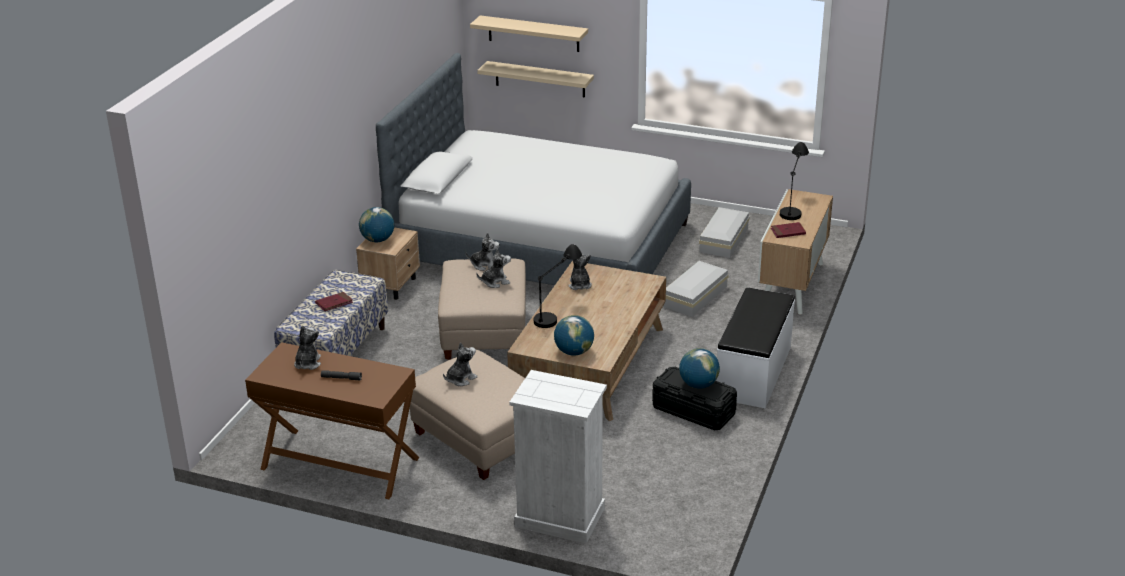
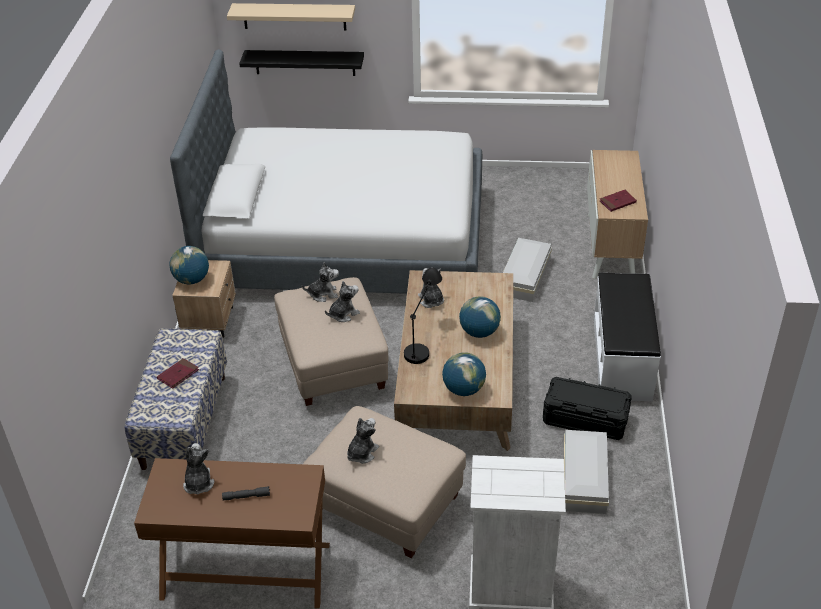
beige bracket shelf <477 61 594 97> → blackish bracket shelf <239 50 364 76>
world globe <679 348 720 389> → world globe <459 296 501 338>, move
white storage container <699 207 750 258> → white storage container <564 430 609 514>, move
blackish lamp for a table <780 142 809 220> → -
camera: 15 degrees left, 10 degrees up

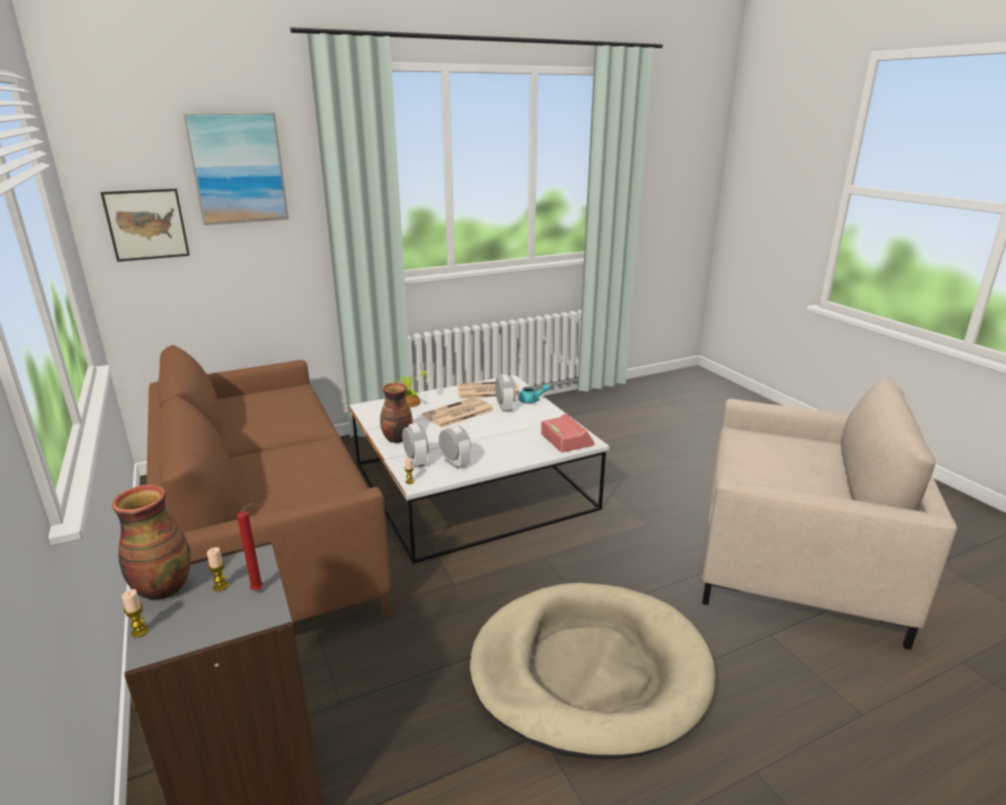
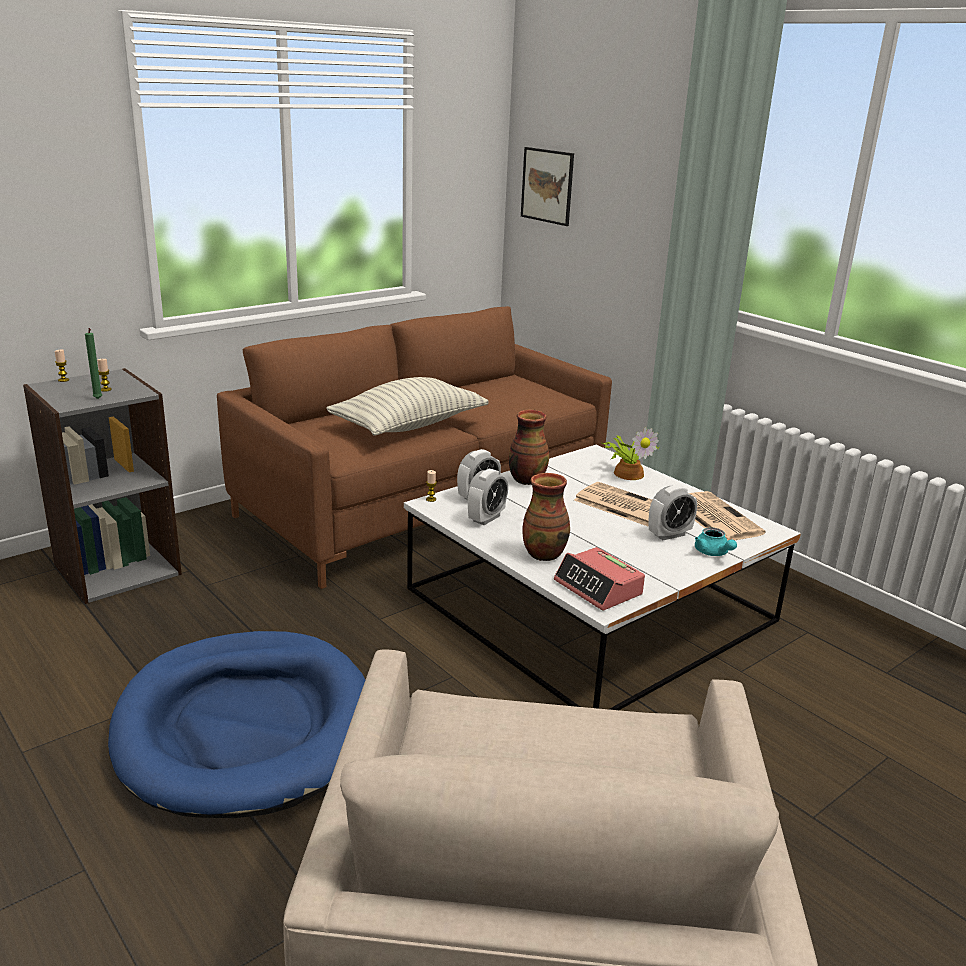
red candle <237 503 263 591> → green candle <85 328 102 399>
beige dog bed <470 583 715 760> → blue dog bed <108 631 365 818>
- → pillow <326 377 489 436>
decorative vase <112 485 190 600> → decorative vase <522 473 570 561>, move
bedside clock <541 413 595 452> → bedside clock <554 547 645 611>, 90 degrees clockwise
wall picture <183 113 289 225> → -
camera: 75 degrees right, 0 degrees up

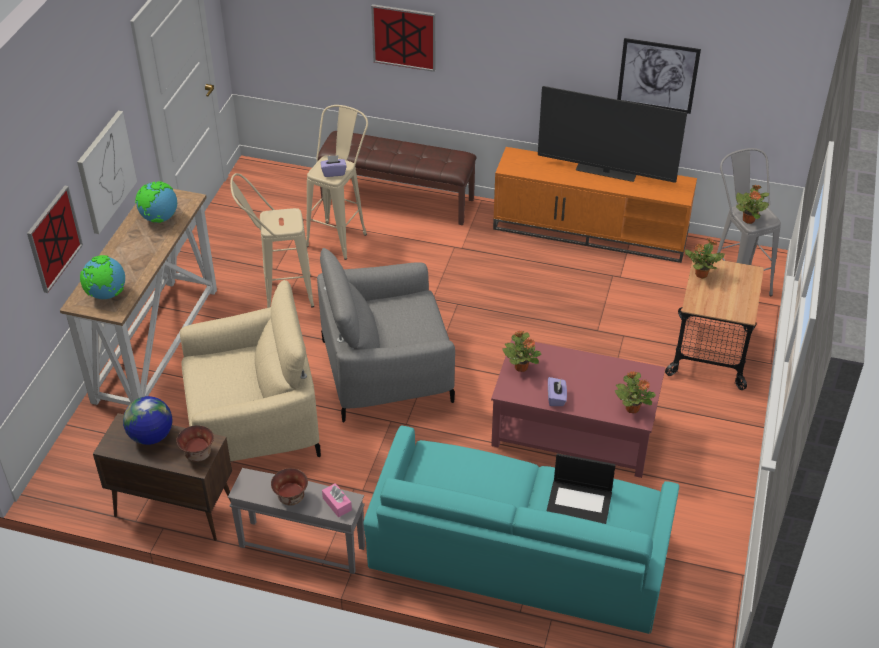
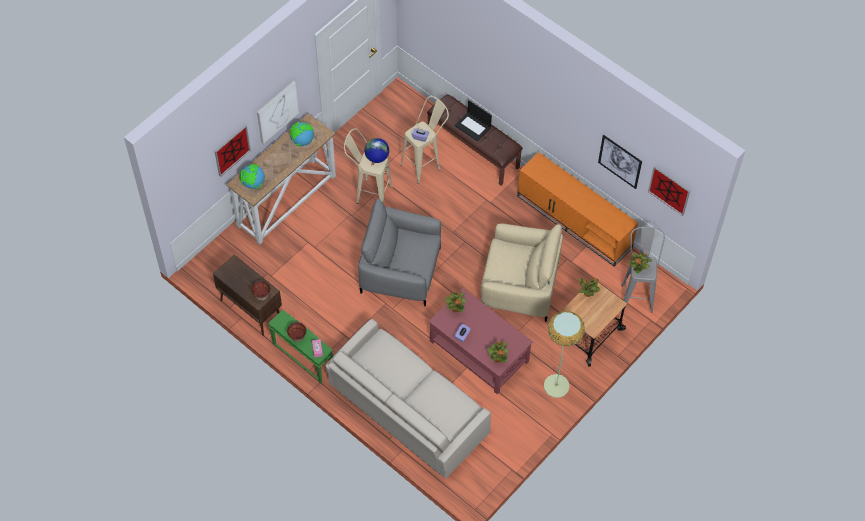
greyish accent table <228 468 365 574> → green accent table <268 310 333 384>
turquoise-coloured couch <363 426 679 634> → beige couch <325 319 491 478>
world globe <123 396 173 445> → world globe <364 138 389 163>, move
portable computer <547 453 616 524> → portable computer <455 100 492 141>, move
beige easy chair <180 280 321 461> → beige easy chair <481 224 563 322>, move
- → standard lamp <544 311 585 398>
wall picture <371 4 435 72> → wall picture <648 166 691 216>, move
TV <538 86 687 183> → -
camera: 25 degrees right, 15 degrees up

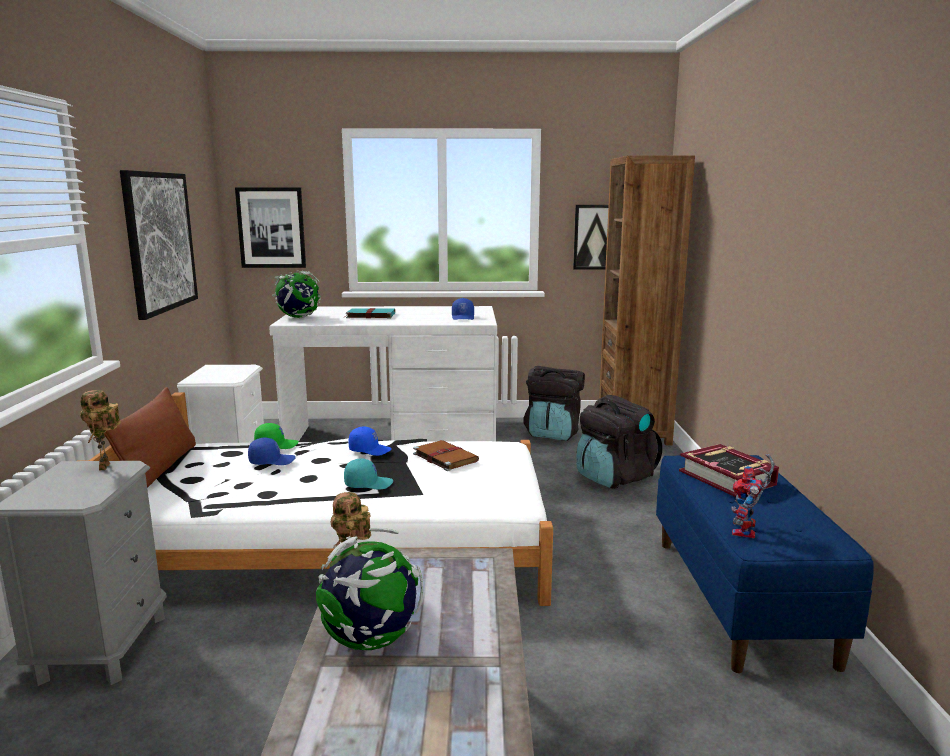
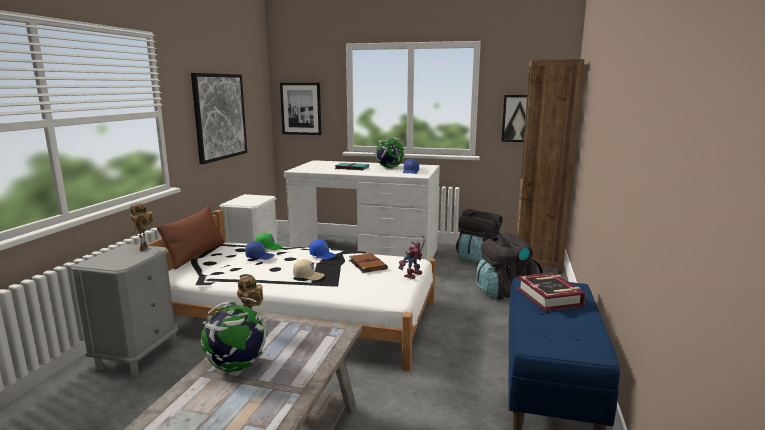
turquoise-coloured baseball cap <344 458 393 490> → beige baseball cap <293 259 324 280>
world globe <272 271 321 318> → world globe <374 137 405 168>, move
model robot <731 454 775 539> → model robot <398 235 425 279>, move
camera: 15 degrees right, 0 degrees up

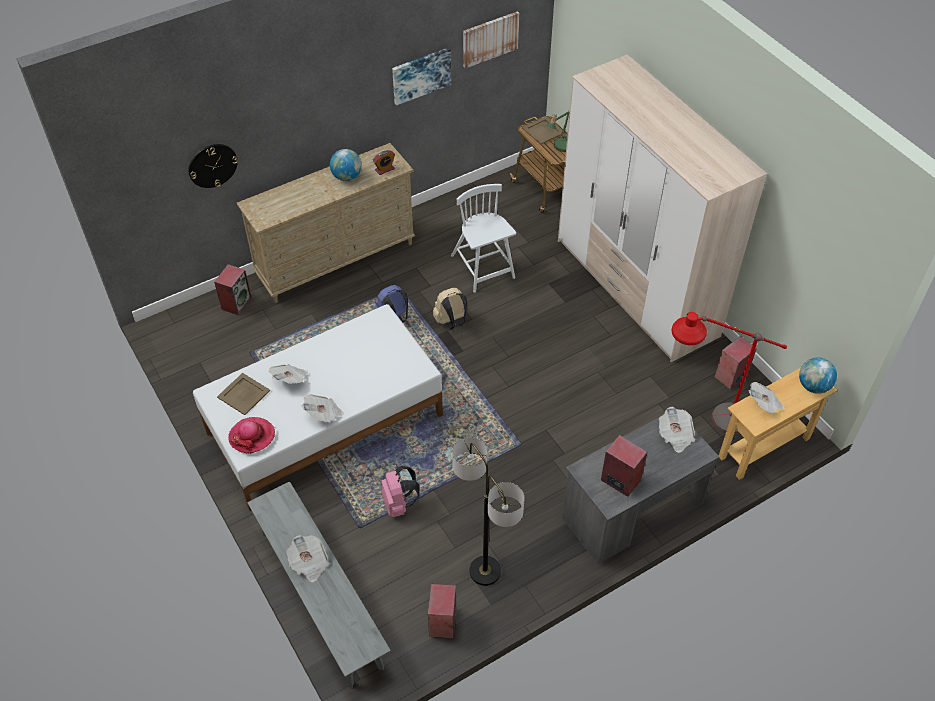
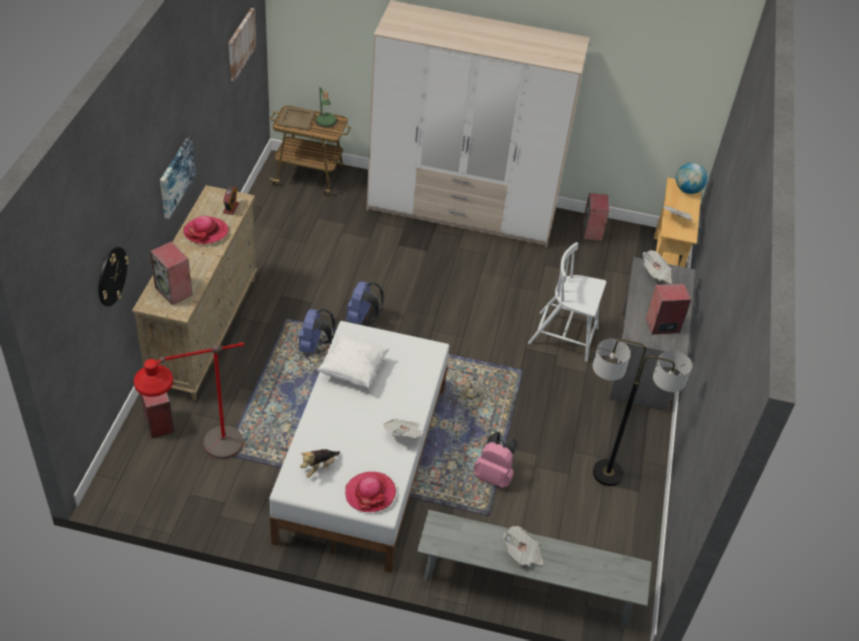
red standard lamp <672 312 787 434> → red standard lamp <134 342 244 459>, move
speaker <428 584 456 639> → speaker <150 242 192 305>, move
wall picture <392 48 451 105> → wall picture <160 136 196 219>, move
world globe <330 149 362 181> → clothing hat <183 216 228 244>
beige tray <217 373 270 415> → cuddly toy <300 449 340 478>
- → white pillow <318 334 389 389>
beige knapsack <433 288 467 330> → blue knapsack <346 281 384 324>
white upright chair <451 184 516 293> → white upright chair <528 242 606 362>, move
daily paper <269 364 308 384> → -
camera: 50 degrees left, 5 degrees down

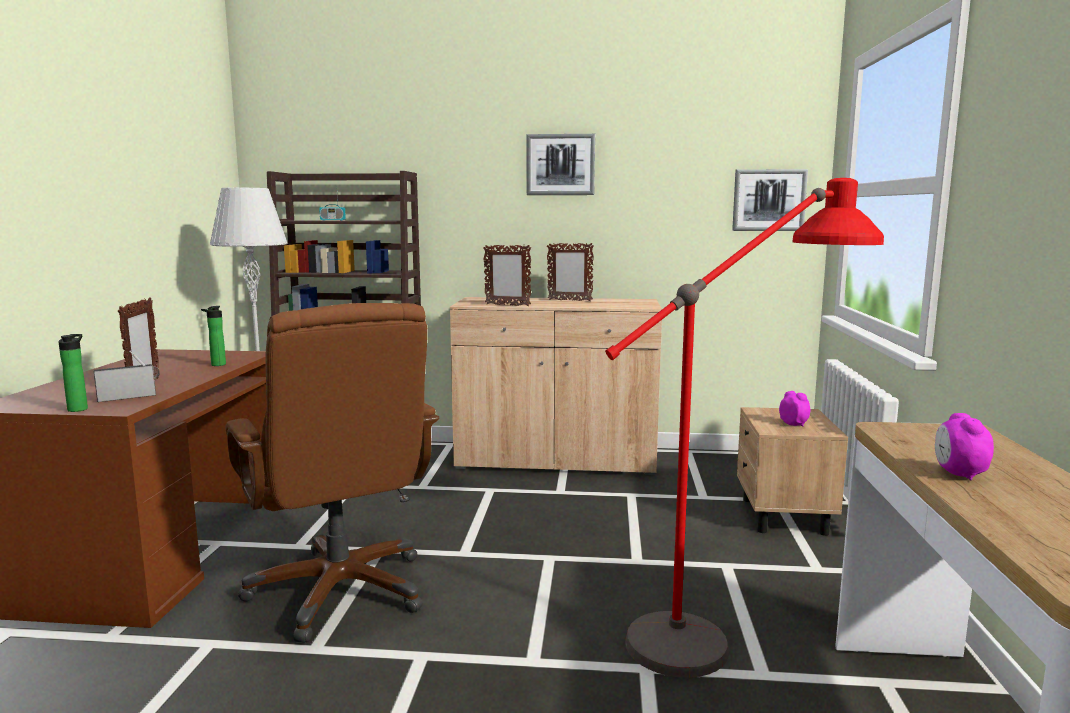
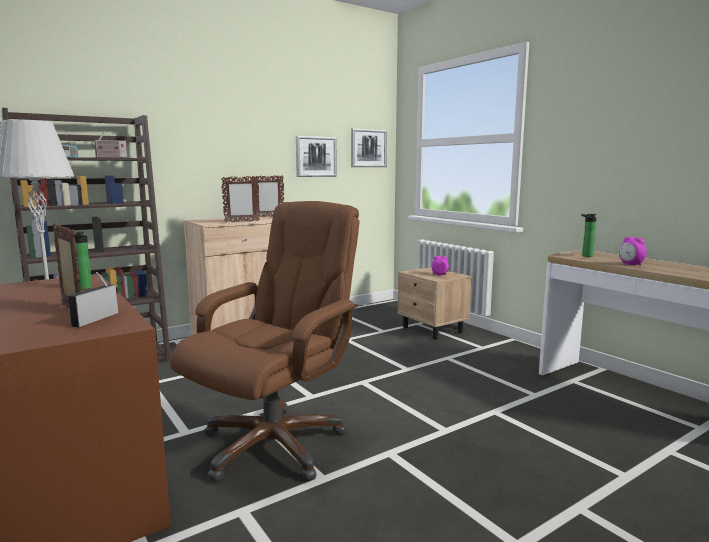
- → radio <91 131 128 158>
brown-coloured computer chair <225 303 439 643> → brown-coloured computer chair <170 201 360 482>, 75 degrees counterclockwise
wall picture <527 134 595 195> → wall picture <296 136 337 177>, move
drink bottle <58 334 88 412> → drink bottle <581 214 597 257>, move
red standard lamp <605 178 884 678> → -
camera: 40 degrees left, 0 degrees up

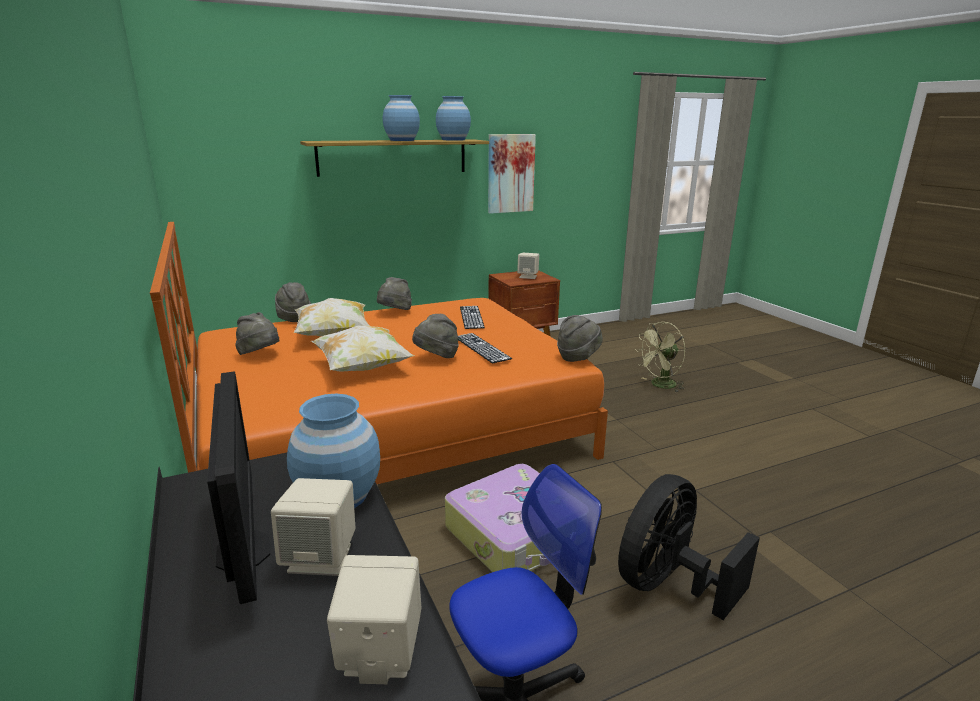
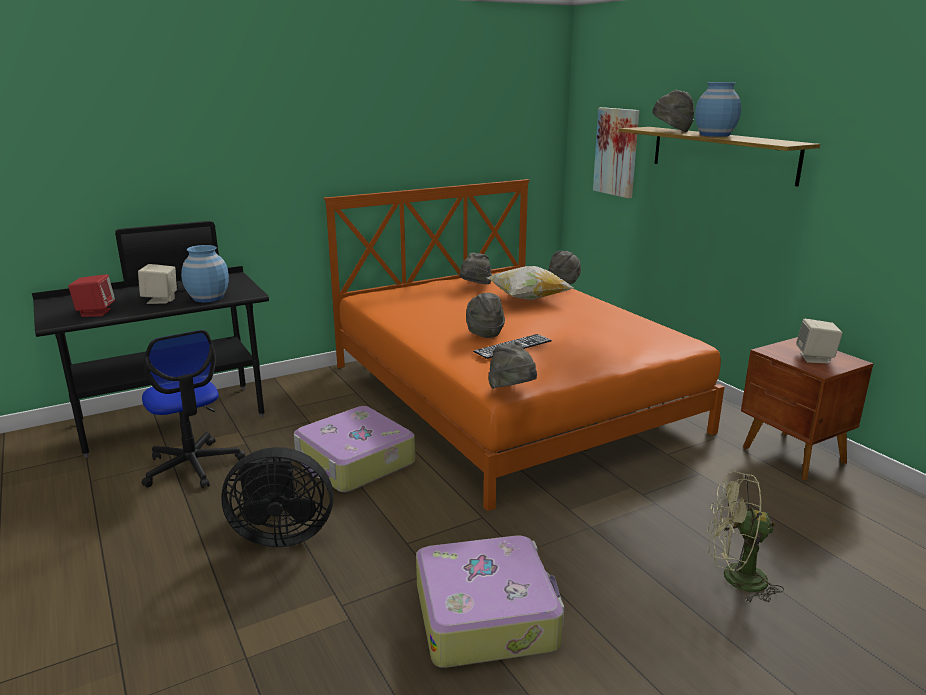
beige speaker <327 555 421 684> → red speaker <68 274 115 317>
blackish cooling fan <618 474 760 620> → blackish cooling fan <221 447 333 547>, 135 degrees clockwise
- → suitcase <416 536 565 668>
wall picture <488 134 536 214> → wall picture <593 107 640 198>, move
greyish clothing hat <377 277 412 310> → greyish clothing hat <652 90 694 132>, move
green cooling fan <635 322 685 392> → green cooling fan <707 471 784 603>, 45 degrees counterclockwise
pillow <311 326 414 371> → -
blue decorative vase <436 96 471 141> → -
PC keyboard <460 306 485 329> → -
camera: 85 degrees right, 0 degrees up

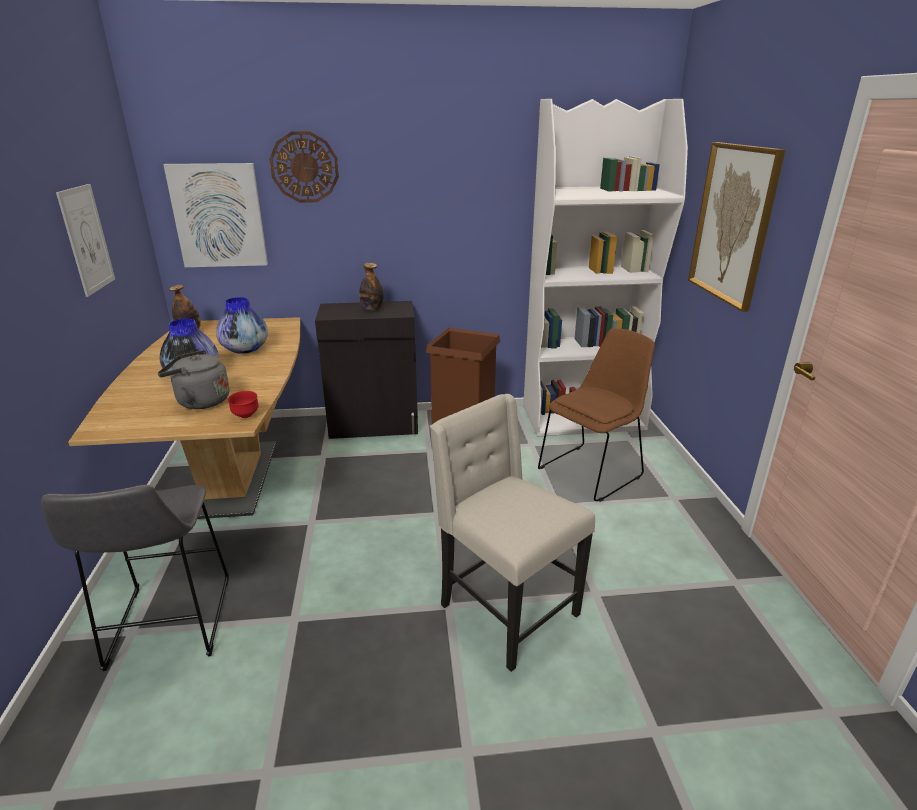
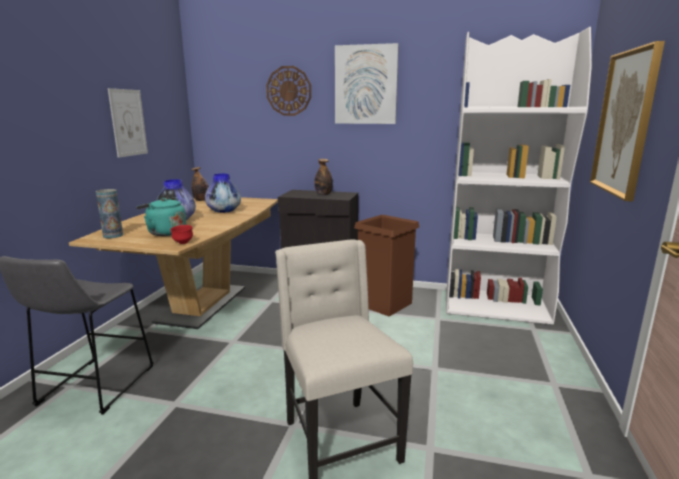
- → decorative vase <96 189 123 239>
greyish tea kettle <158 350 229 409> → turquoise-coloured tea kettle <136 197 186 236>
wall picture <163 163 268 267> → wall picture <335 43 399 124>, move
brown-coloured upright chair <538 328 655 502> → -
camera: 20 degrees right, 10 degrees down

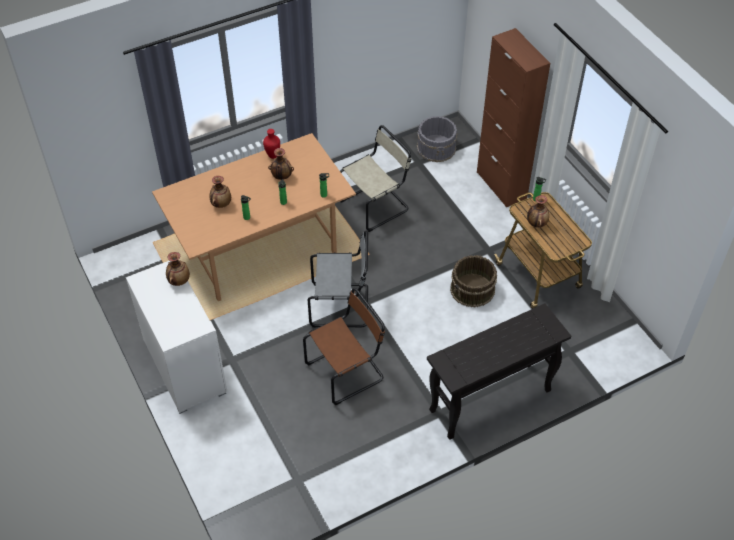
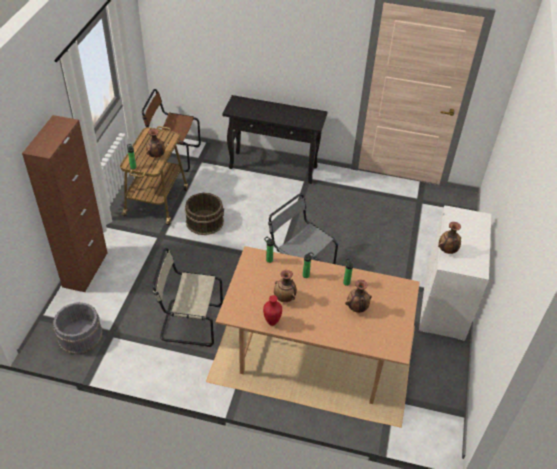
brown-coloured upright chair <303 288 385 405> → brown-coloured upright chair <142 89 201 172>, move
camera: 140 degrees left, 5 degrees down

